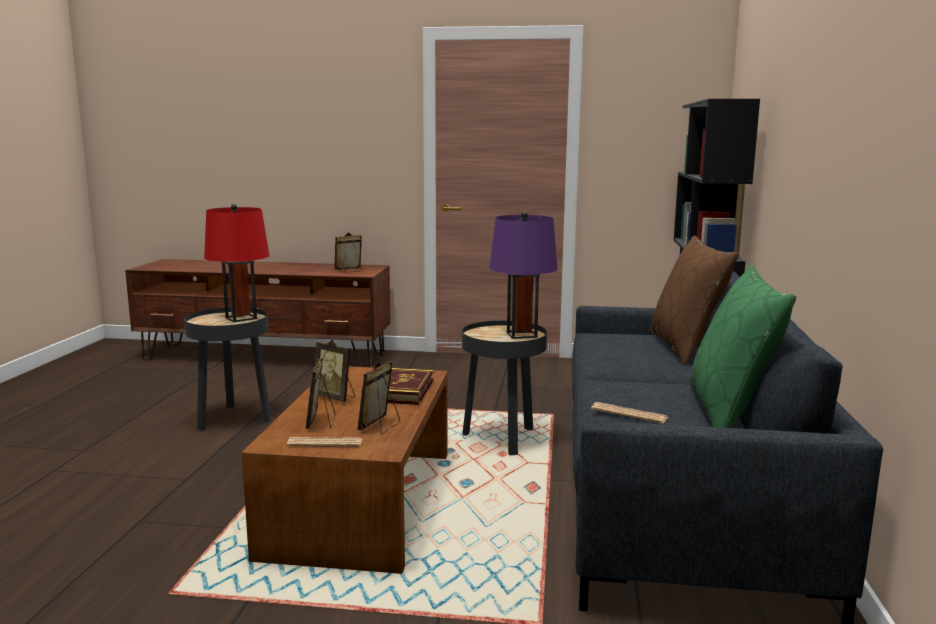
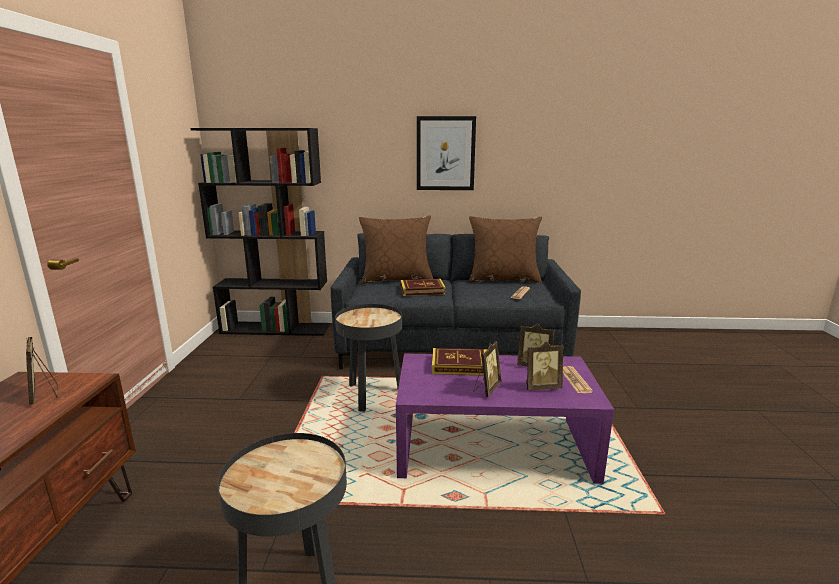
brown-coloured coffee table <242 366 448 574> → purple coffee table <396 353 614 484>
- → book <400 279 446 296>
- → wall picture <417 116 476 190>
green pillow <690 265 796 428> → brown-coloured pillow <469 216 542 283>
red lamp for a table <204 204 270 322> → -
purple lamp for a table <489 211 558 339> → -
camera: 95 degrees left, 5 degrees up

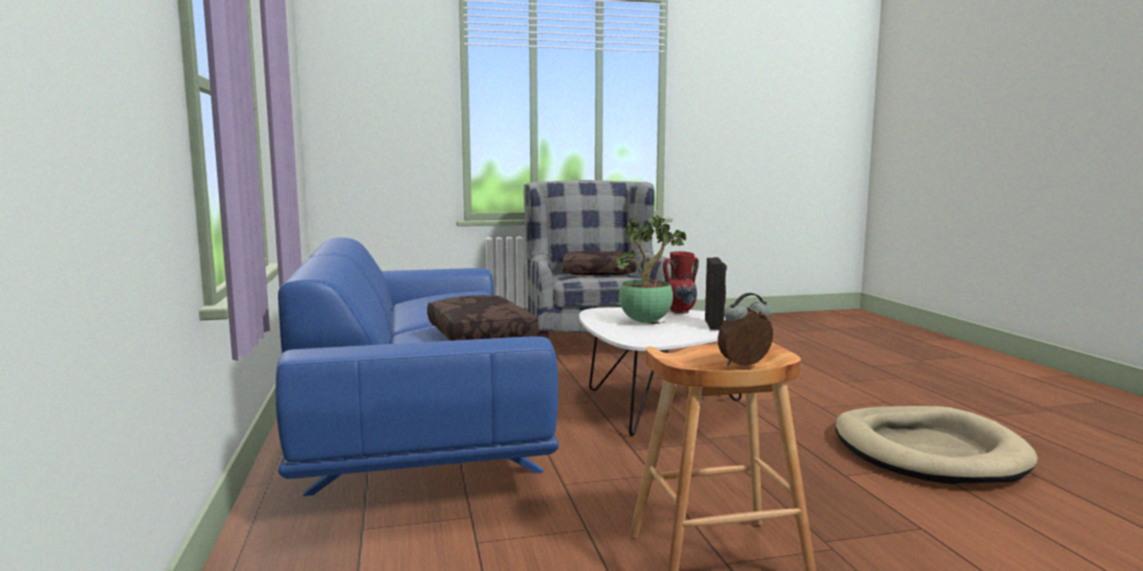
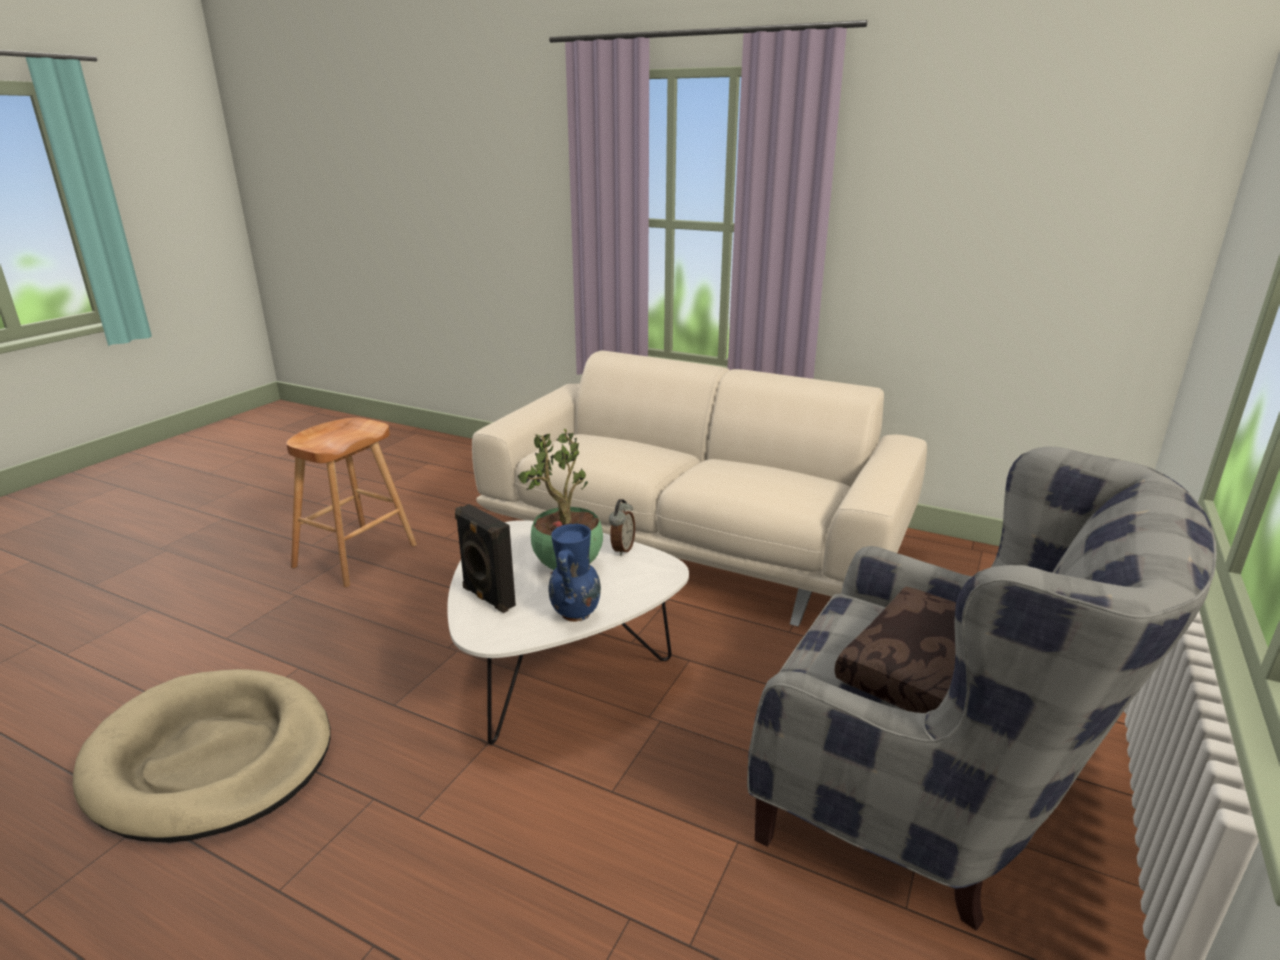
blue couch <275 237 559 496> → beige couch <472 351 927 627>
red decorative vase <663 251 699 314> → blue decorative vase <548 524 601 622>
bedside clock <718 293 773 366> → bedside clock <609 499 635 556>, move
brown-coloured pillow <427 295 539 341> → -
camera: 130 degrees right, 15 degrees up

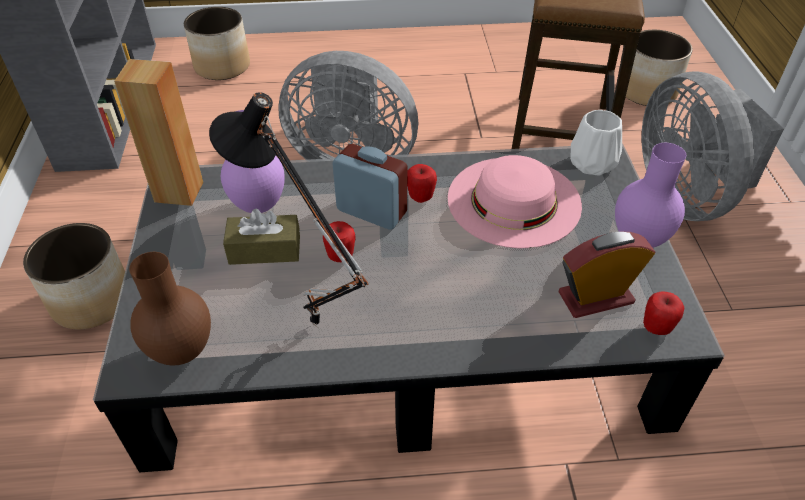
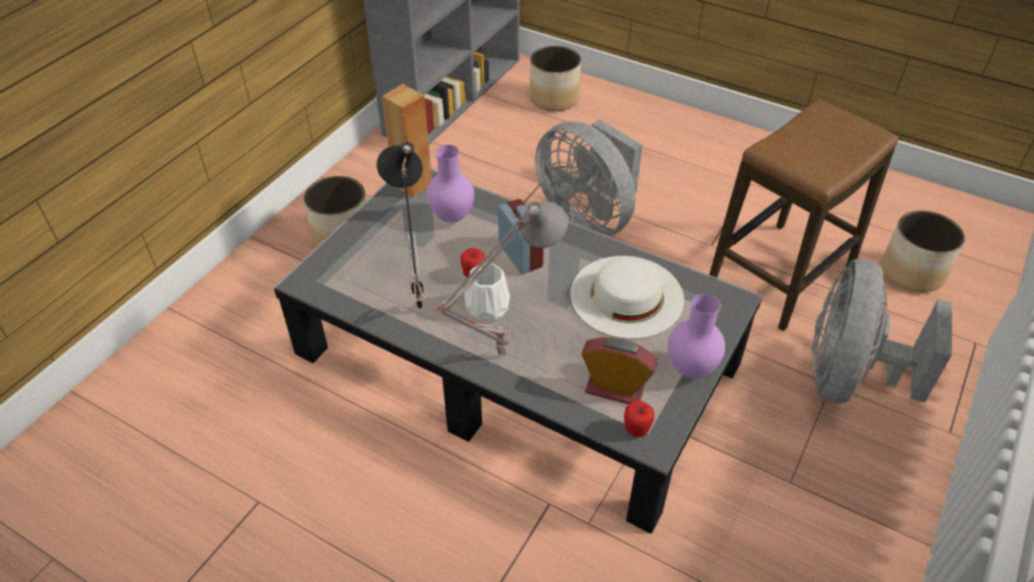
- → greyish lamp for a table <436 201 568 358>
white decorative vase <570 110 622 176> → white decorative vase <465 263 510 320>, move
pink clothing hat <448 155 582 248> → white clothing hat <570 256 684 339>
brown-coloured decorative vase <129 252 211 366> → -
brown-coloured tissue box <223 209 300 265> → -
whole apple <407 164 437 203> → -
camera: 35 degrees right, 0 degrees up

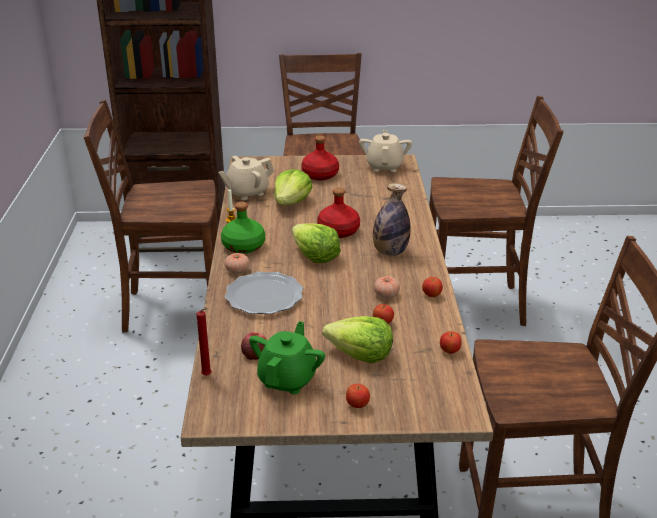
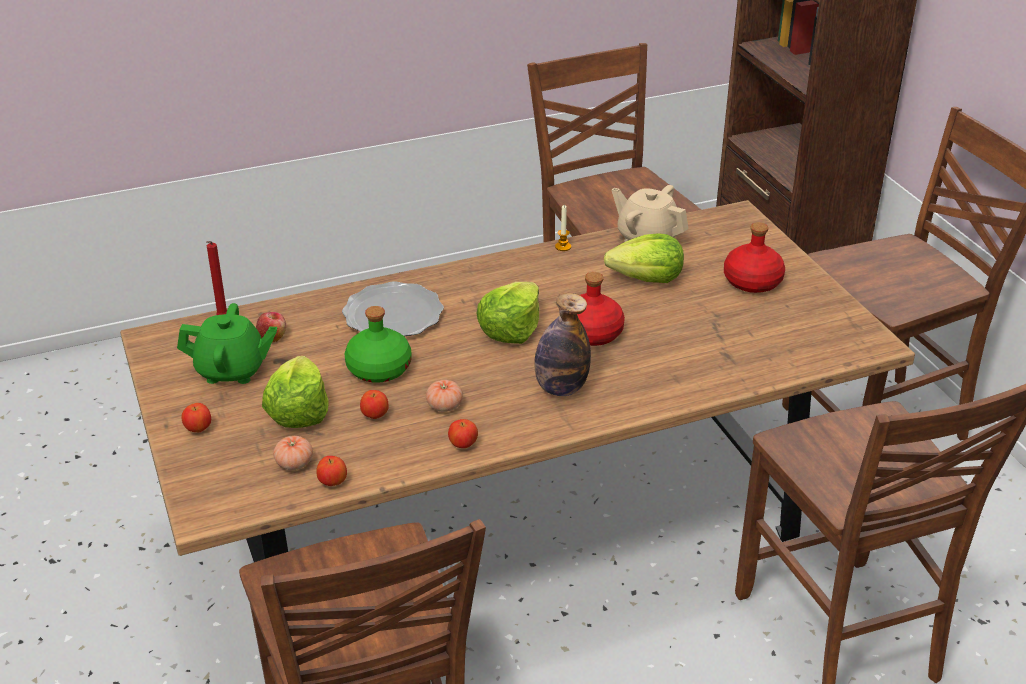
fresh tomato <225 253 250 274> → fresh tomato <273 436 313 470>, move
green drink bottle <221 202 265 254> → green drink bottle <345 306 411 383>, move
beige tea pot <359 130 412 172> → -
camera: 70 degrees right, 5 degrees up

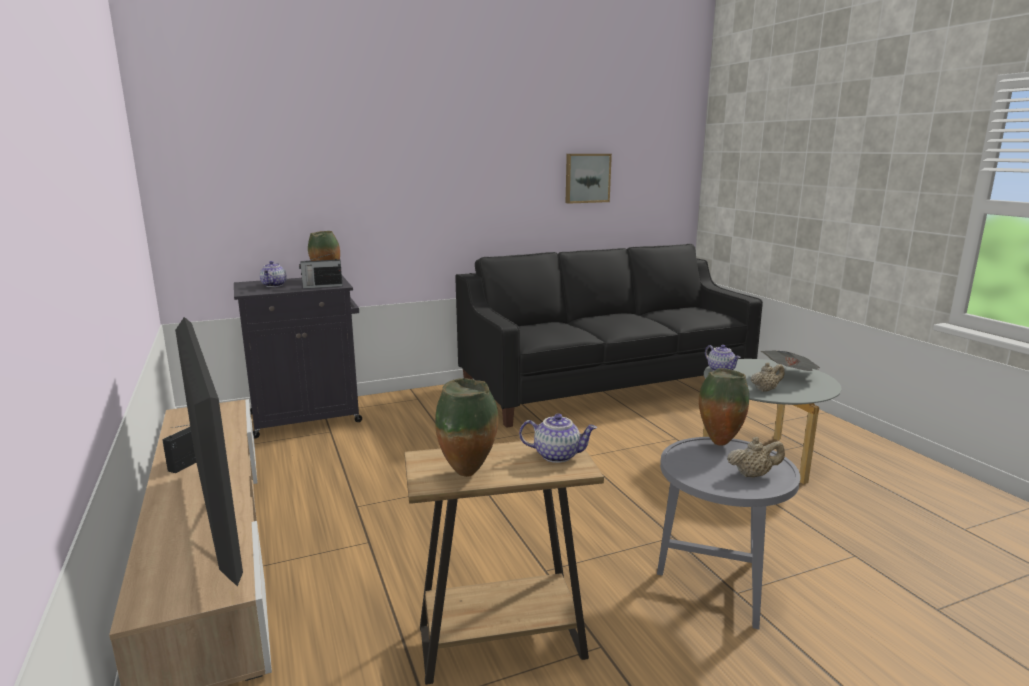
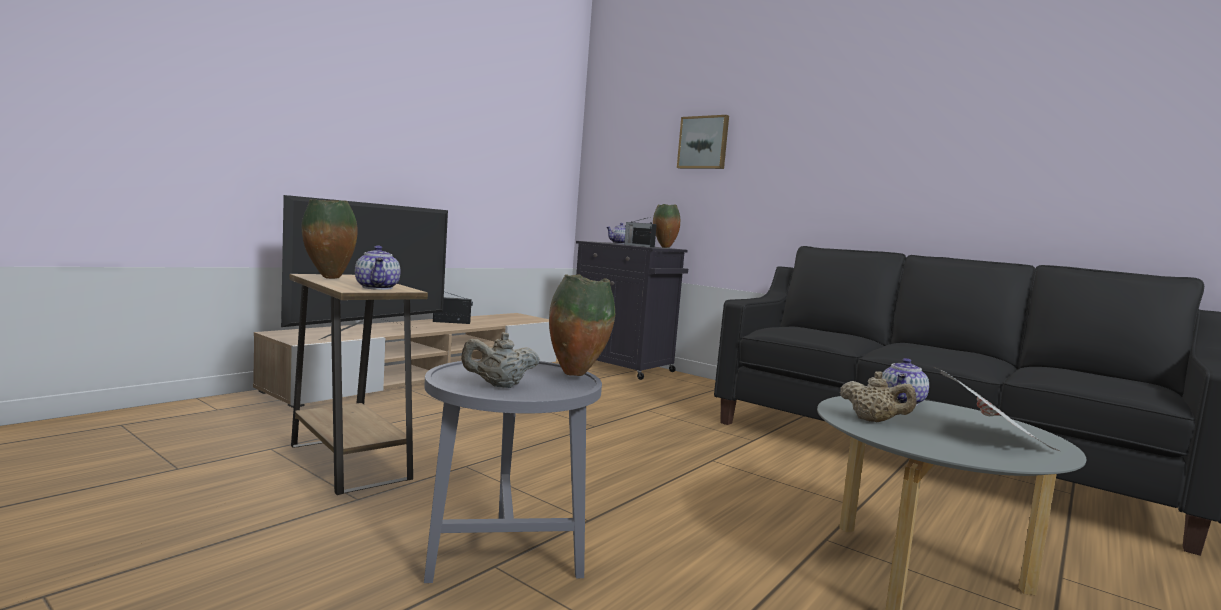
beige tea pot <727 437 785 478> → beige tea pot <461 332 540 388>, 105 degrees clockwise
wall picture <566 154 612 204> → wall picture <677 115 729 169>, move
camera: 60 degrees right, 10 degrees down

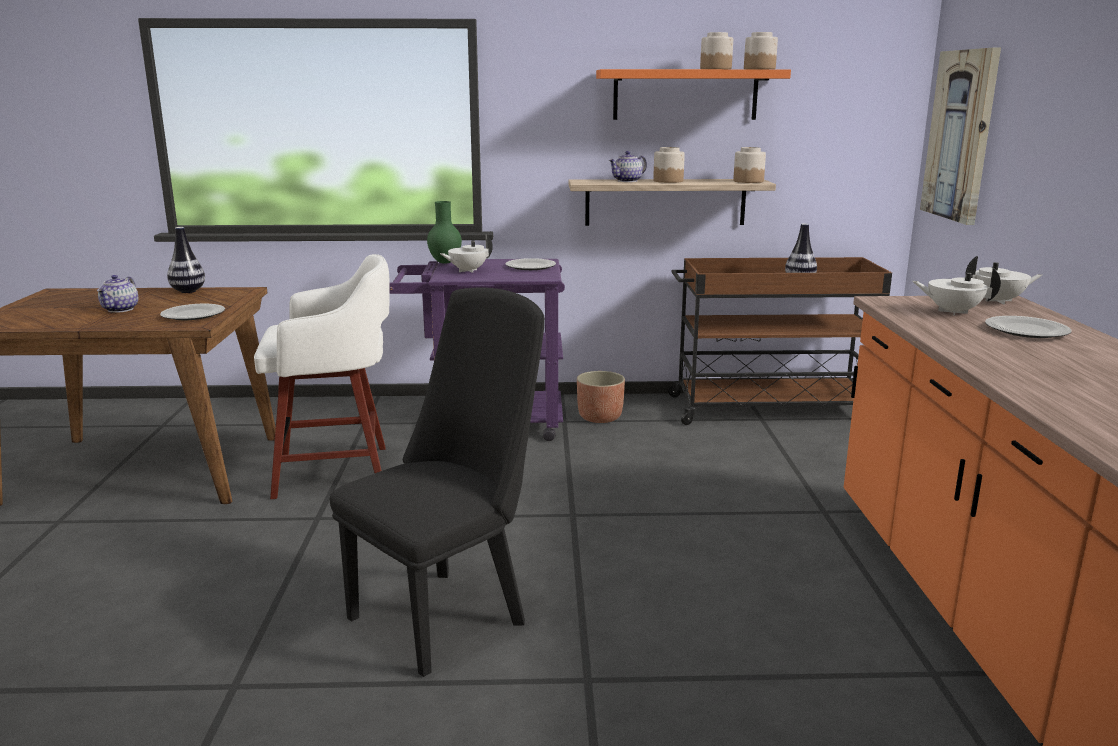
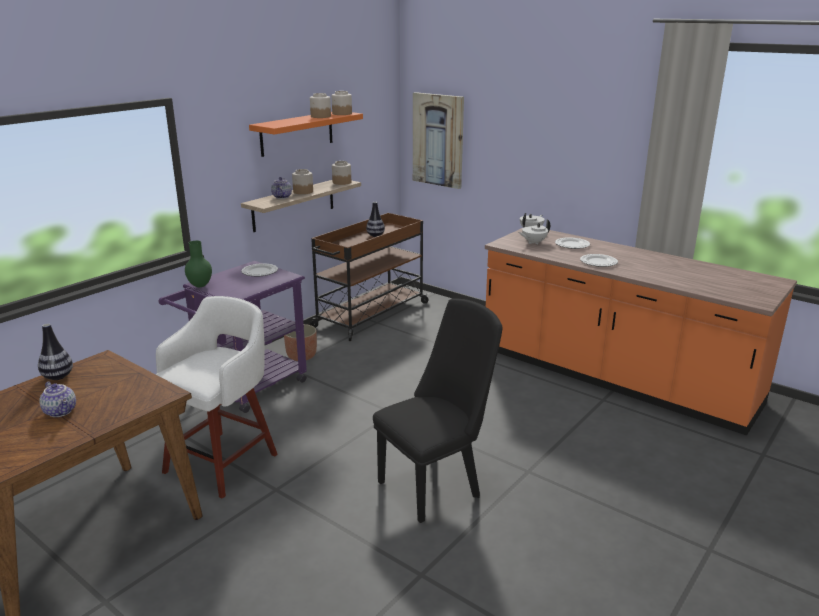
blackish upright chair <330 288 545 677> → blackish upright chair <373 298 502 523>, 60 degrees clockwise
flat dish <160 304 225 320> → flat dish <580 254 618 267>, move
white tea pot <440 235 493 273> → -
camera: 50 degrees left, 5 degrees up

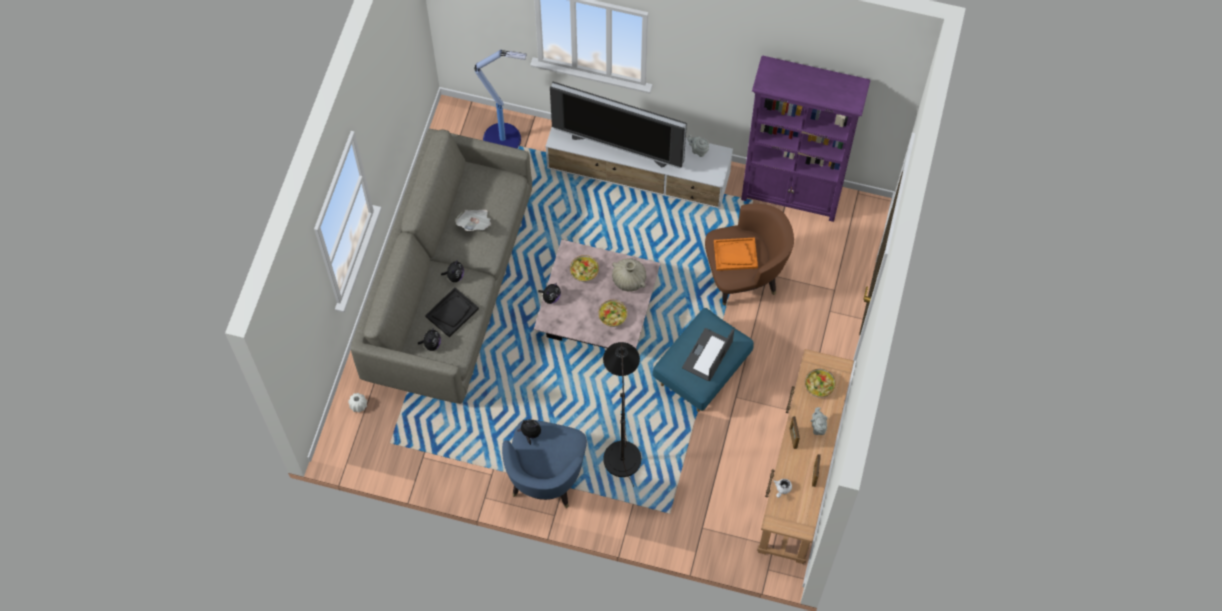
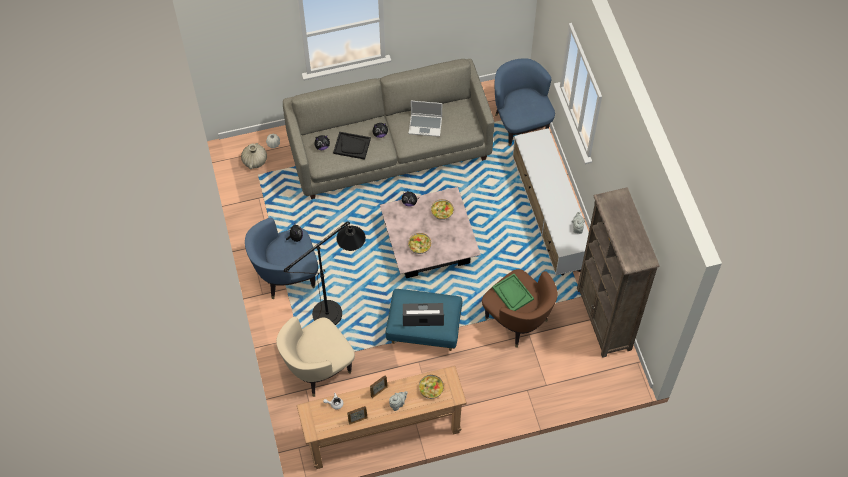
beige decorative vase <612 258 646 291> → beige decorative vase <241 143 267 169>, move
- → beige easy chair <276 316 355 397>
daily paper <455 210 491 231> → portable computer <409 101 442 137>
orangey tray <714 238 758 271> → green tray <492 274 534 311>
standard lamp <474 50 527 148> → blue easy chair <495 58 555 146>
purple shelving unit <741 56 870 222> → brown-coloured shelving unit <577 187 660 358>
TV <550 82 687 169> → -
camera: 60 degrees right, 5 degrees down

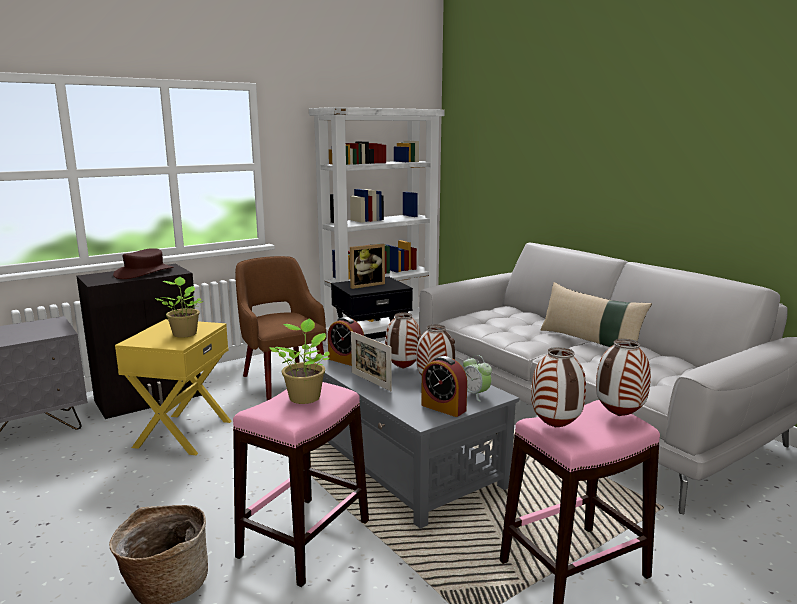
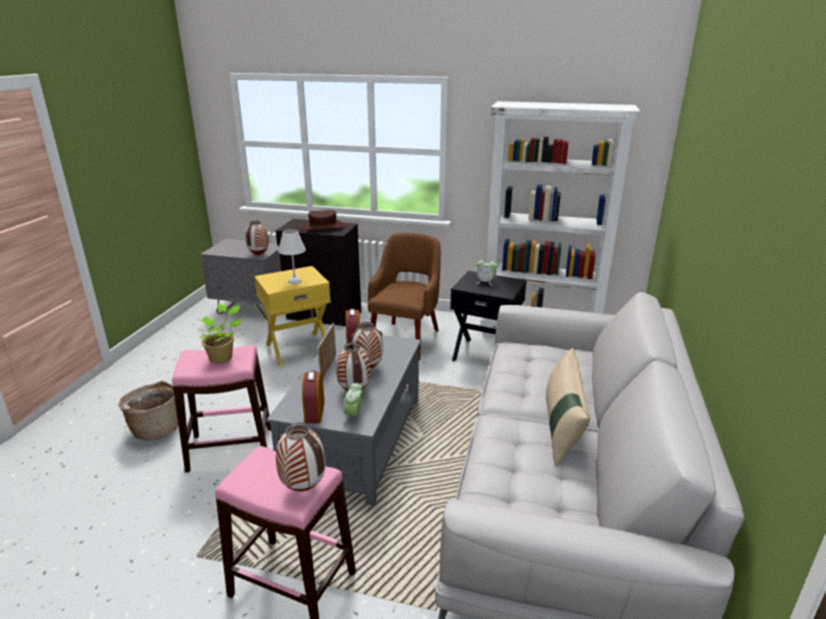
decorative vase <531 347 586 428> → decorative vase <245 221 269 255>, move
plant in a pot <155 277 203 338> → white lamp for a table <278 230 306 284>
photo frame <350 244 385 289> → bedside clock <476 260 497 286>
camera: 50 degrees right, 10 degrees up

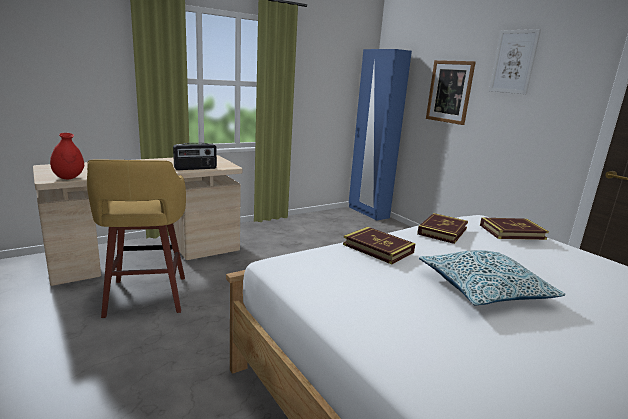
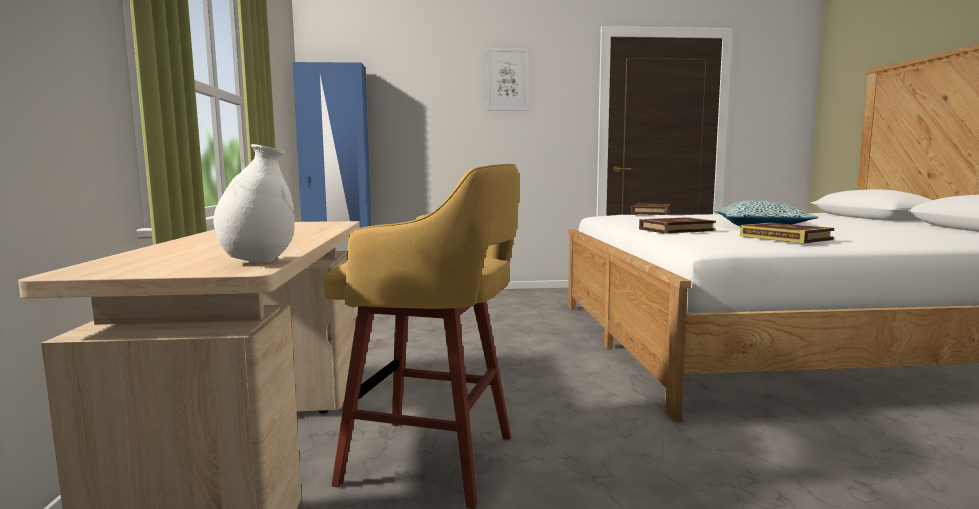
red decorative vase <50 133 84 179> → white decorative vase <214 144 295 263>
book <417 213 468 244> → book <740 223 834 243>, move
radio <173 143 217 170> → -
wall picture <426 60 476 125> → -
camera: 60 degrees left, 10 degrees down

